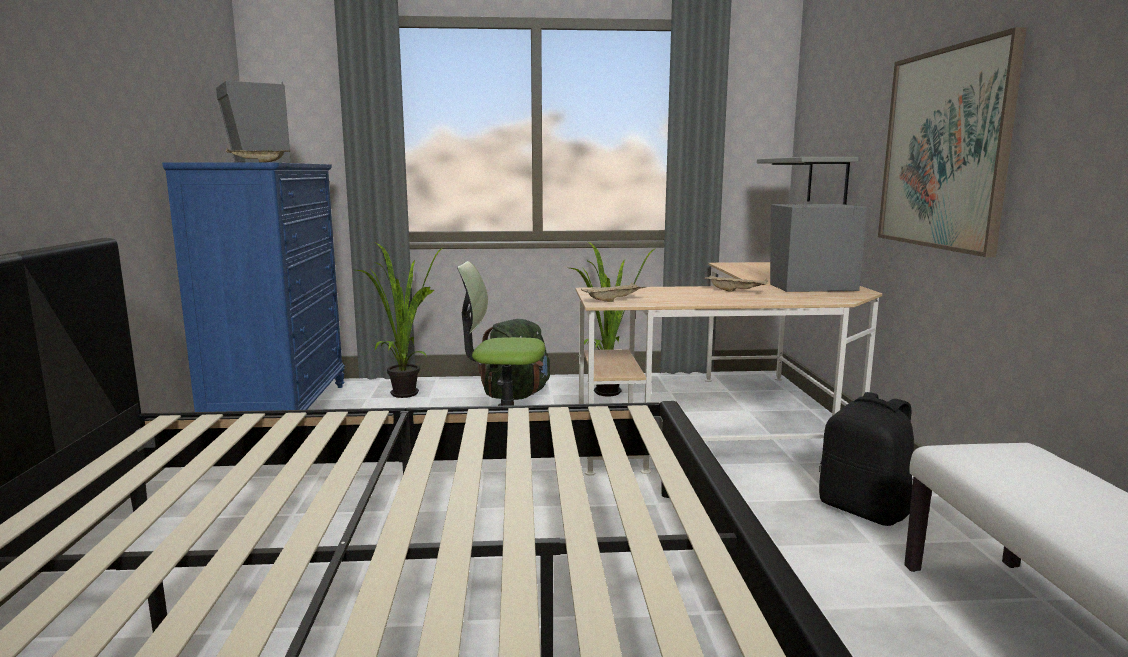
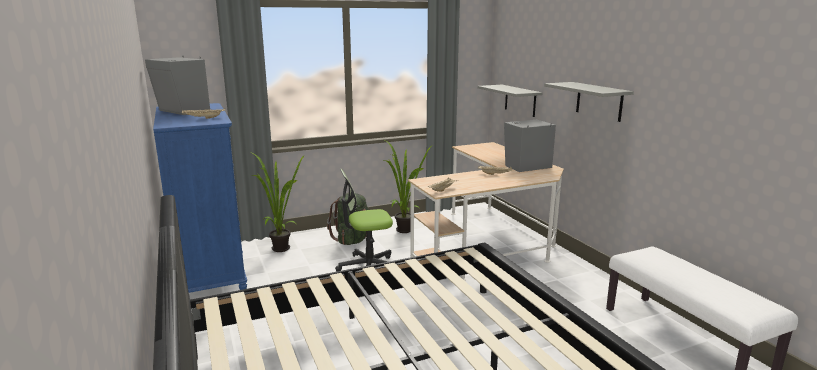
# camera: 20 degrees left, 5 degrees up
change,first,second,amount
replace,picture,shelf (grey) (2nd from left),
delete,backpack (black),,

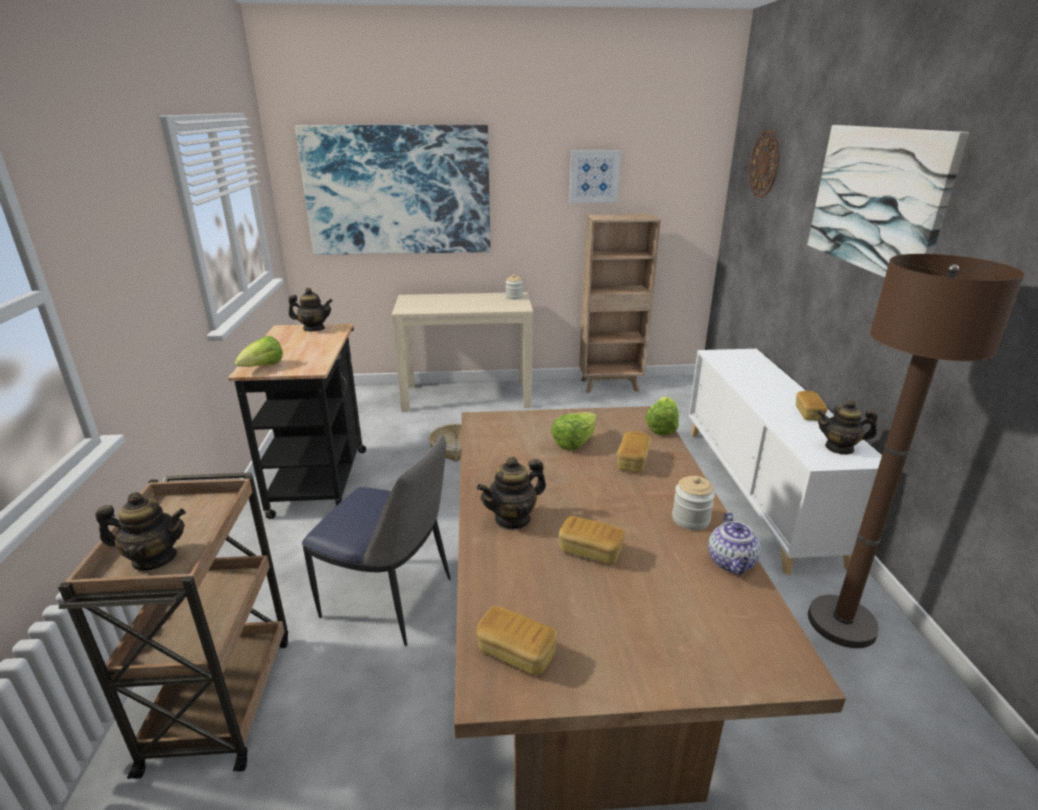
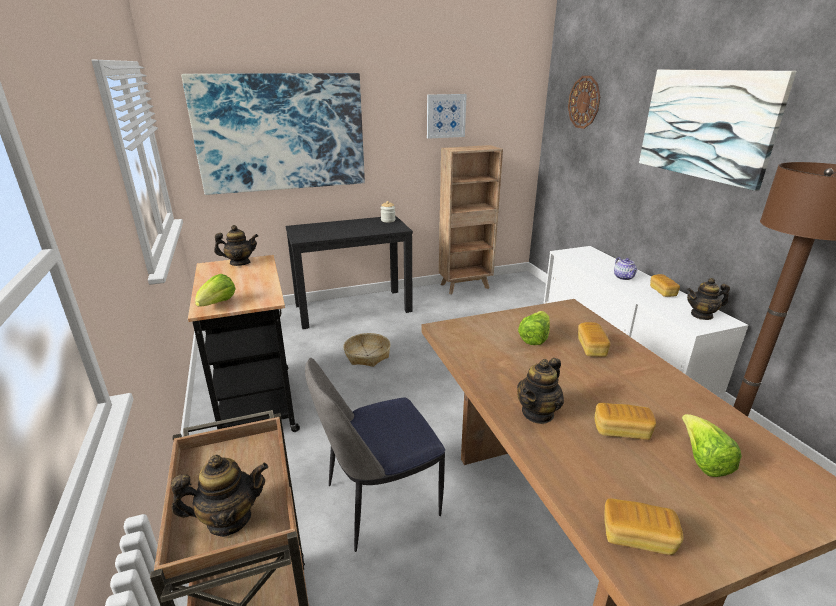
# camera: 15 degrees left, 0 degrees up
change,first,second,amount
recolor,console table (beige),console table (black),
rotate,chair,,150 degrees clockwise
move,teapot (4th from left),,
move,lettuce (3rd from left),,
delete,jar (2nd from left),,

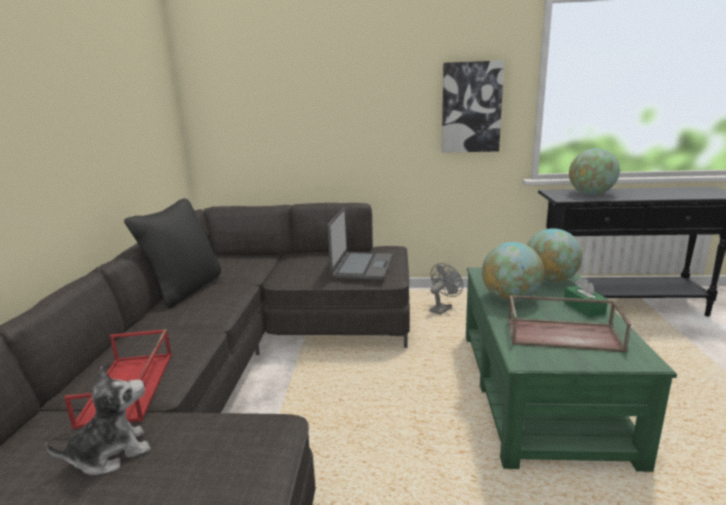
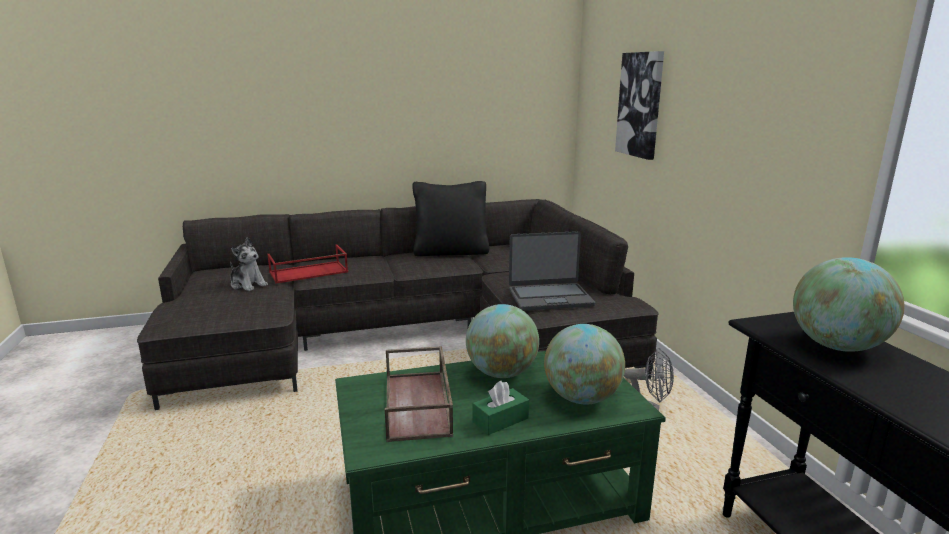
# camera: 70 degrees right, 0 degrees up
change,first,second,amount
move,picture,,

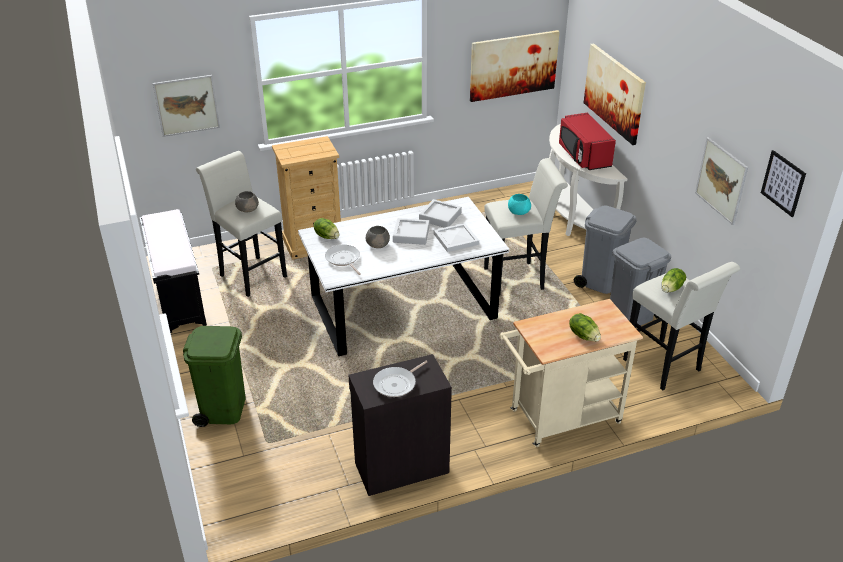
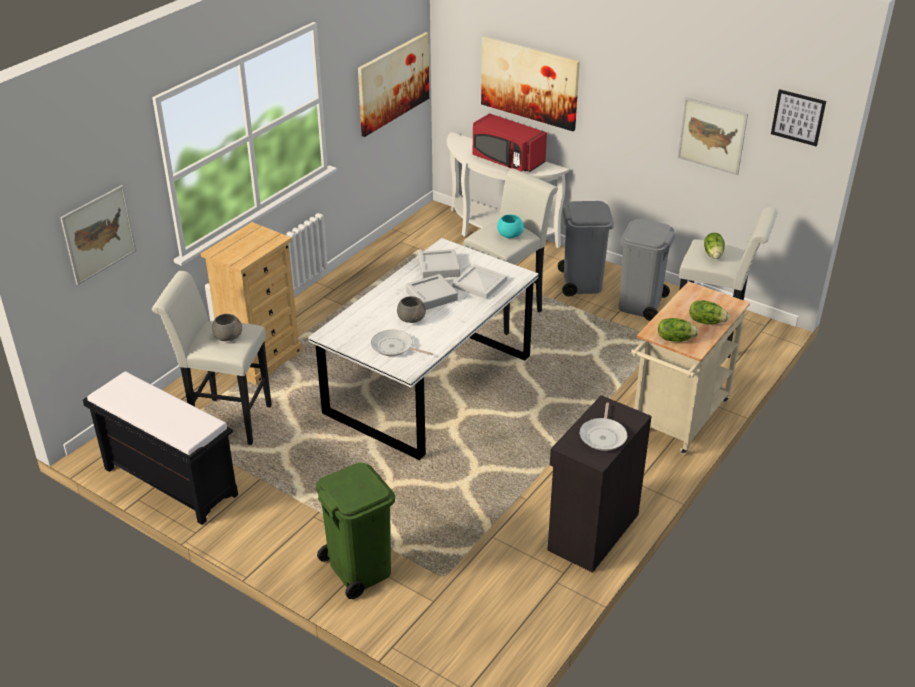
# camera: 35 degrees left, 0 degrees up
change,first,second,amount
move,lettuce (1st from left),,

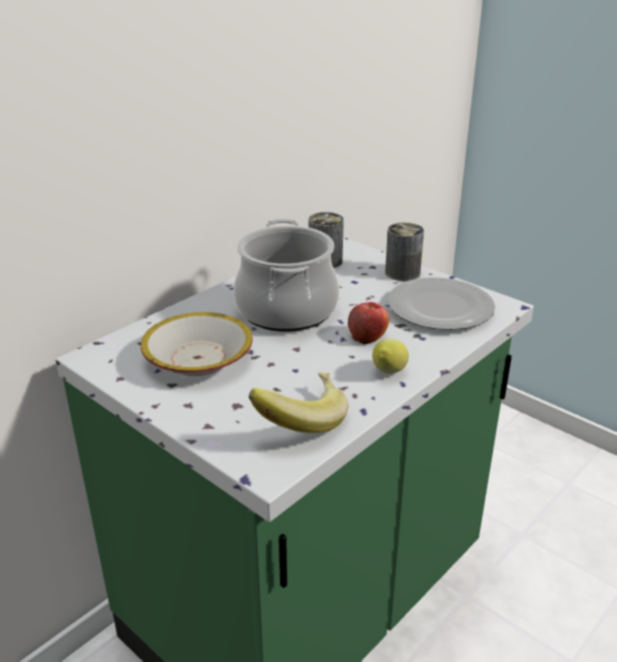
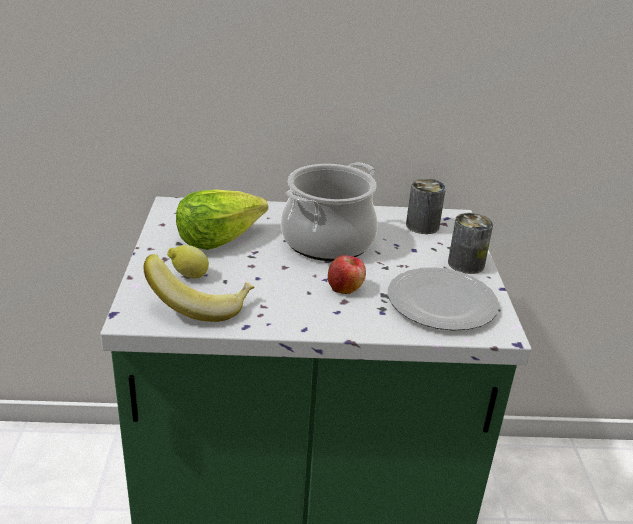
# camera: 45 degrees right, 0 degrees up
change,first,second,amount
move,lemon,,
replace,bowl,lettuce,

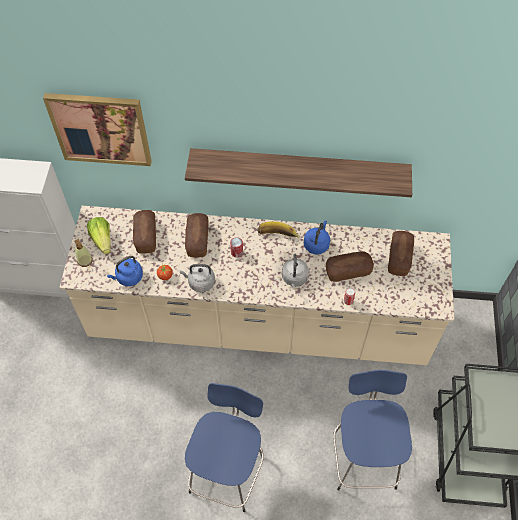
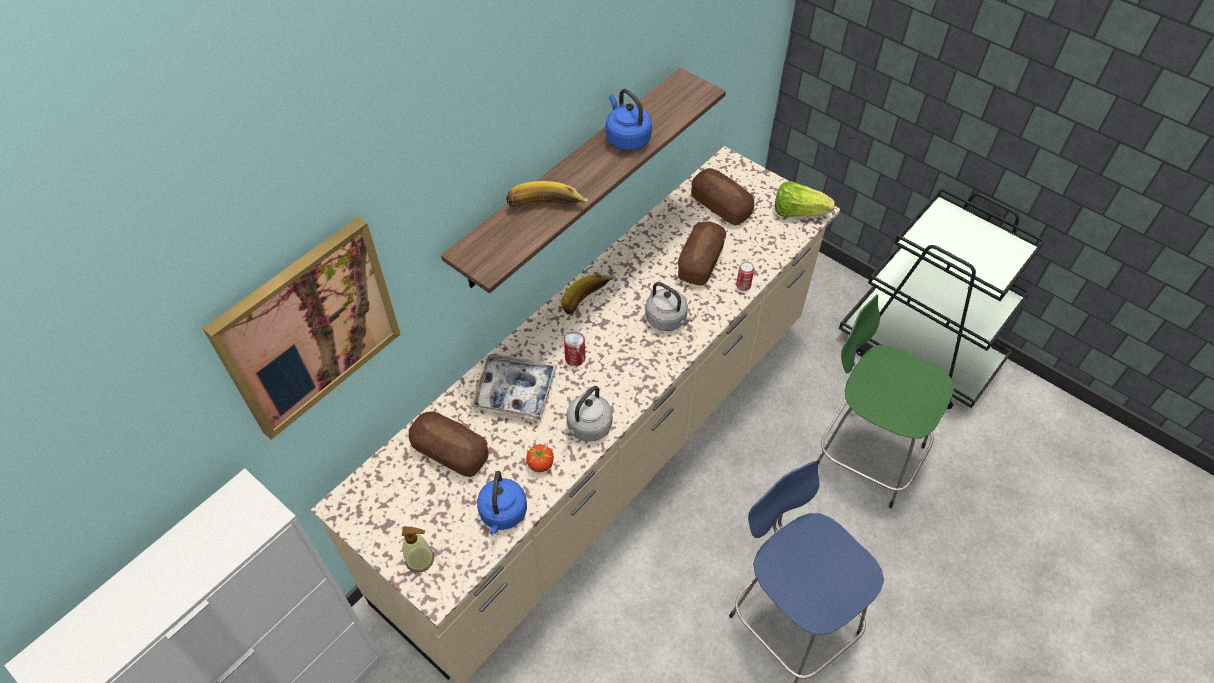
# camera: 55 degrees left, 5 degrees down
change,first,second,amount
replace,bread (2nd from left),tray,
insert,,banana (1st from left),
move,kettle (blue) (2nd from left),,
move,lettuce,,
recolor,stool (blue) (2nd from left),stool (green),

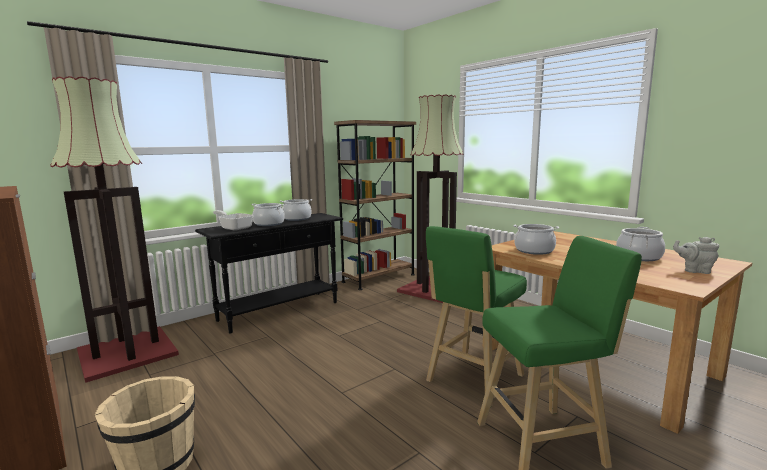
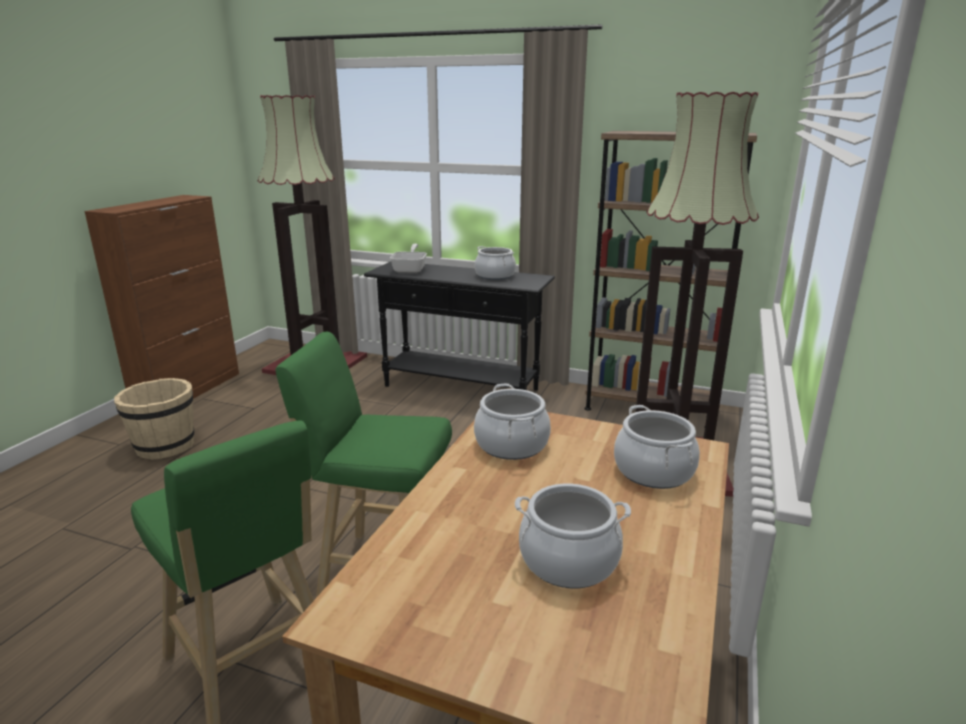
# camera: 60 degrees right, 10 degrees up
change,first,second,amount
move,cooking pot (1st from left in the first image),cooking pot (4th from left),
delete,teapot (grey),,

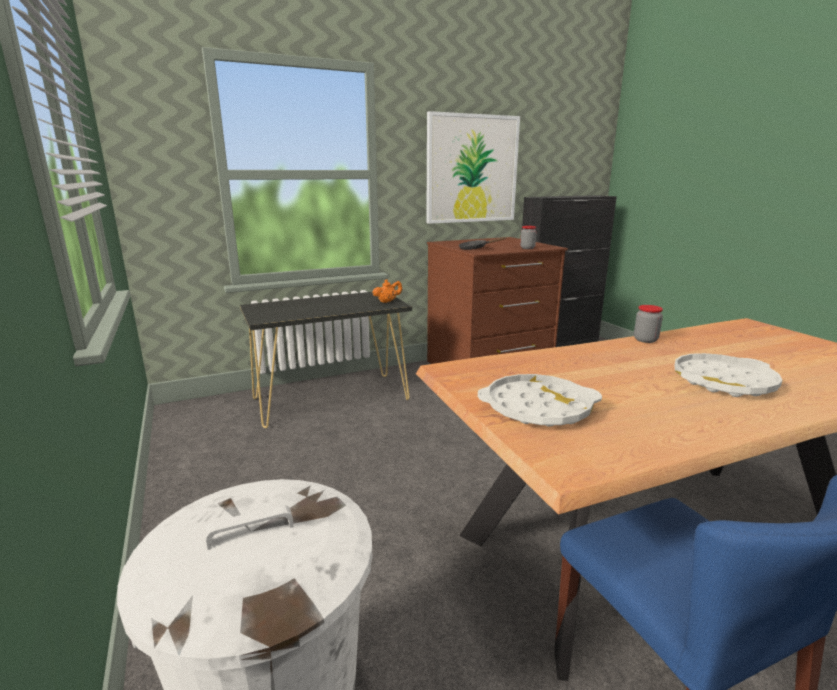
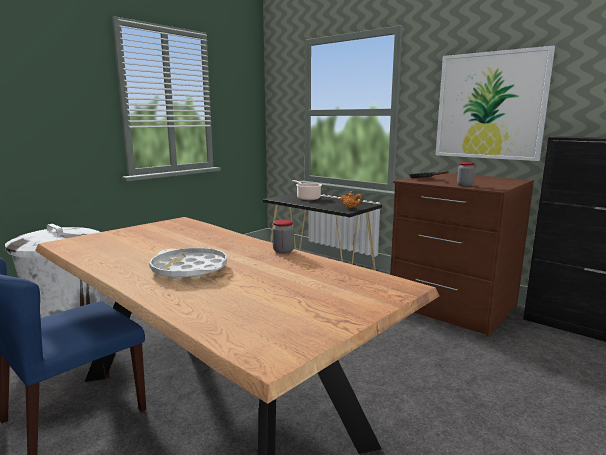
# camera: 65 degrees right, 5 degrees down
change,first,second,amount
insert,,cooking pot,
delete,tray (white) (1st from left),,

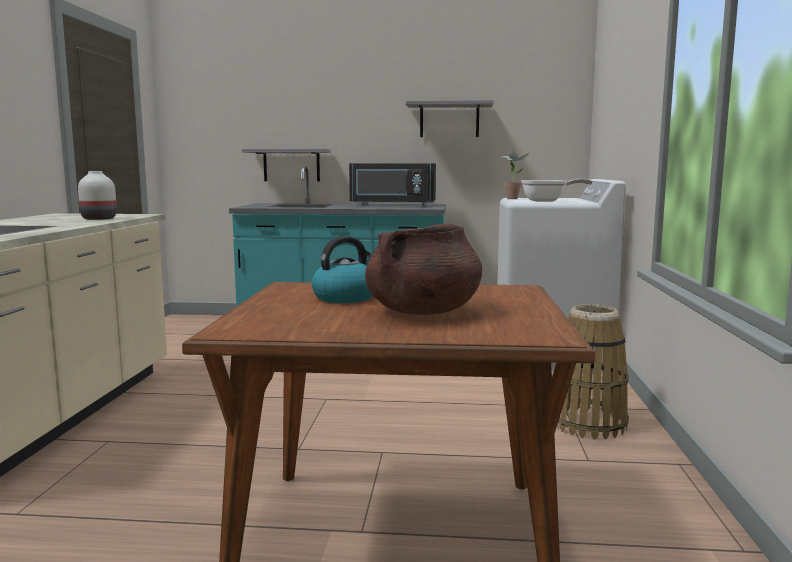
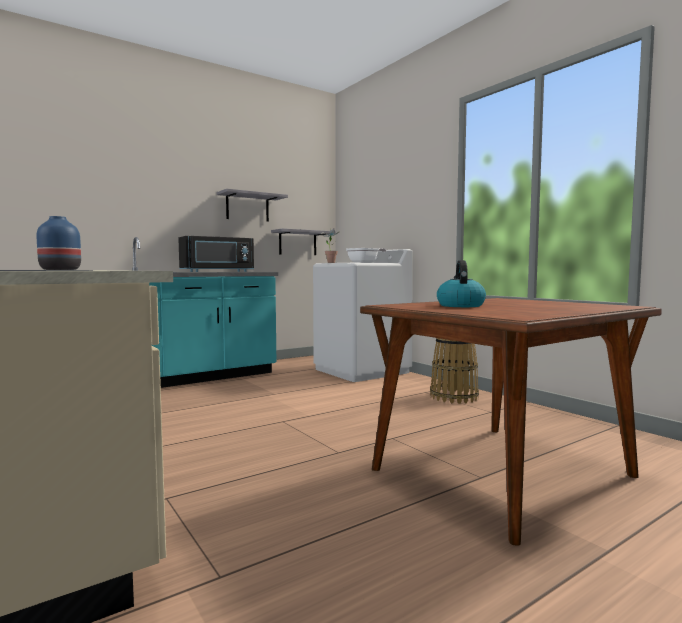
# camera: 40 degrees left, 5 degrees down
change,first,second,amount
recolor,vase (white),vase (blue),
move,shelf (grey) (1st from left in the first image),shelf (grey) (2nd from left),
delete,cooking pot (brown),,

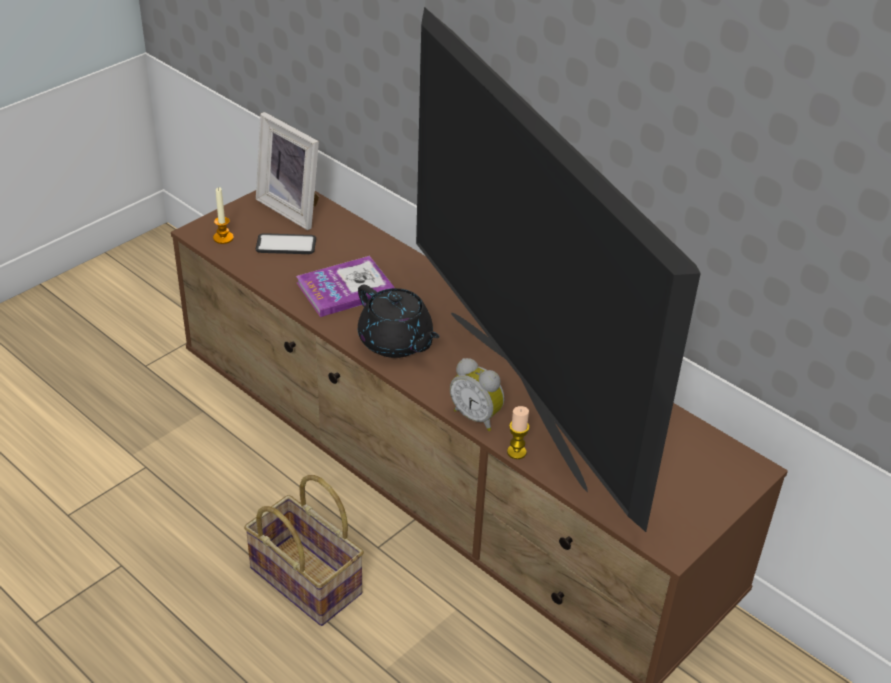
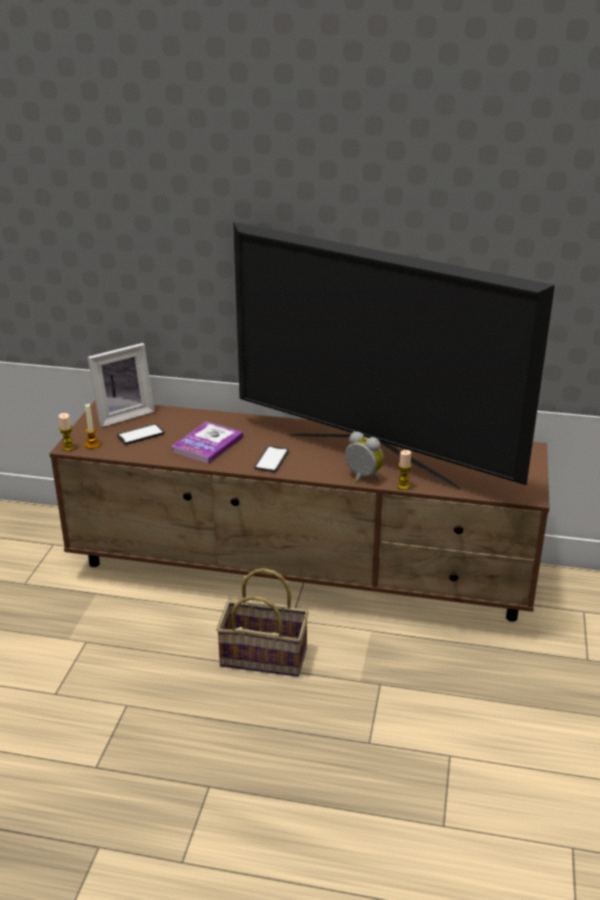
# camera: 30 degrees left, 10 degrees down
change,first,second,amount
insert,,candle (1st from left),
rotate,picture frame,,45 degrees counterclockwise
replace,teapot (black),phone (2nd from left),
rotate,alarm clock,,150 degrees counterclockwise

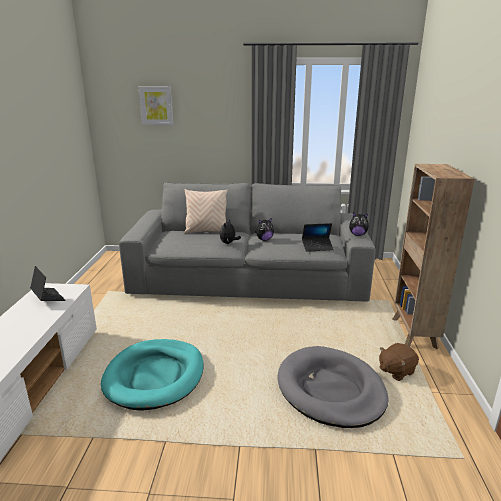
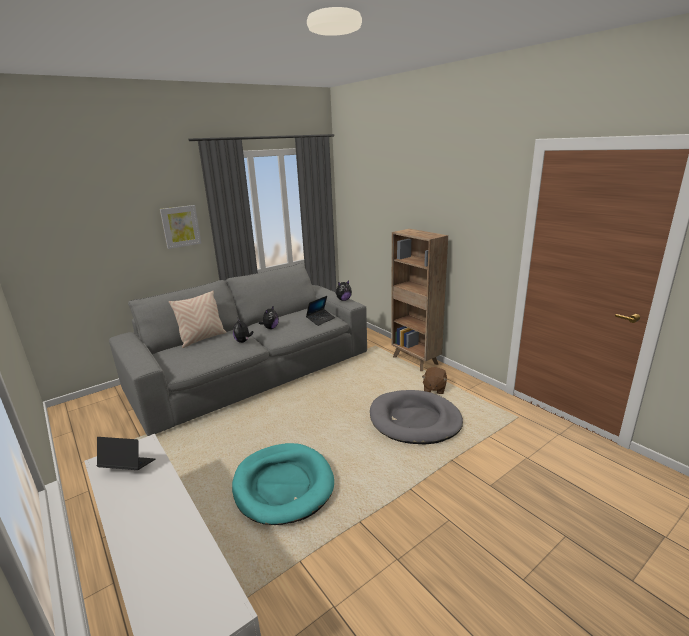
# camera: 40 degrees left, 0 degrees up
change,first,second,amount
move,picture,,

